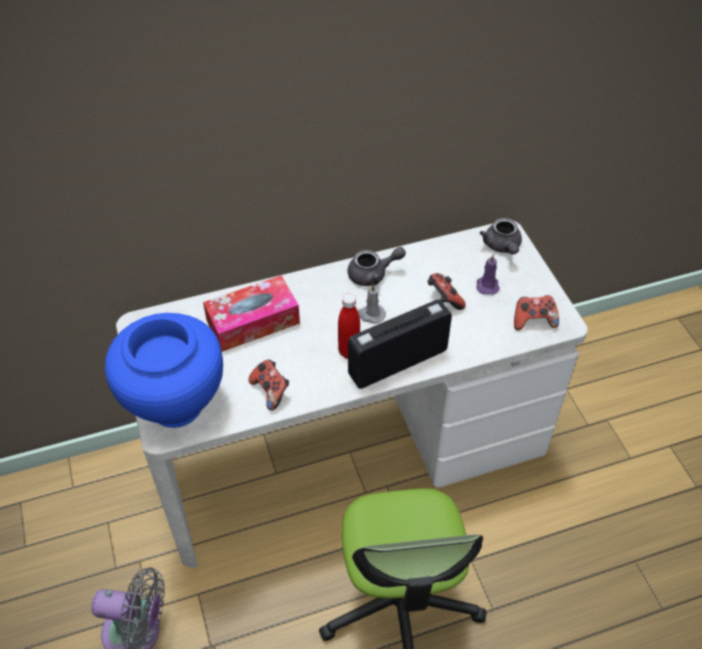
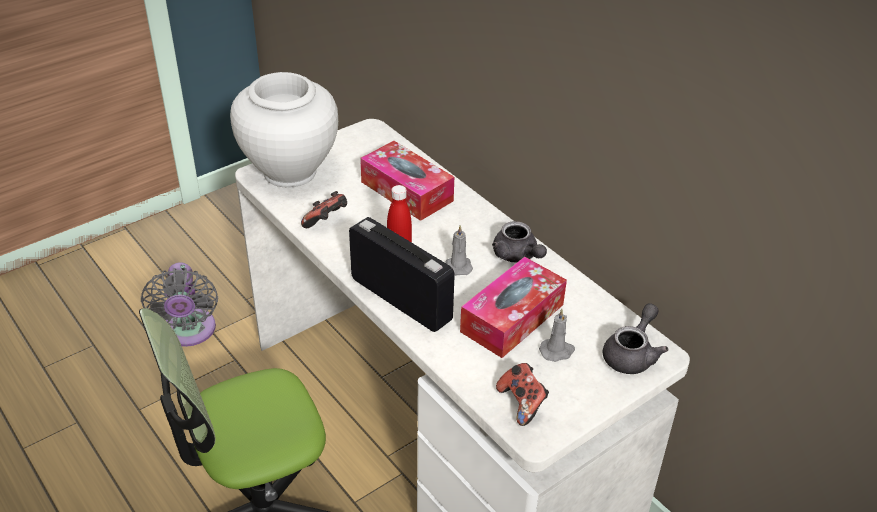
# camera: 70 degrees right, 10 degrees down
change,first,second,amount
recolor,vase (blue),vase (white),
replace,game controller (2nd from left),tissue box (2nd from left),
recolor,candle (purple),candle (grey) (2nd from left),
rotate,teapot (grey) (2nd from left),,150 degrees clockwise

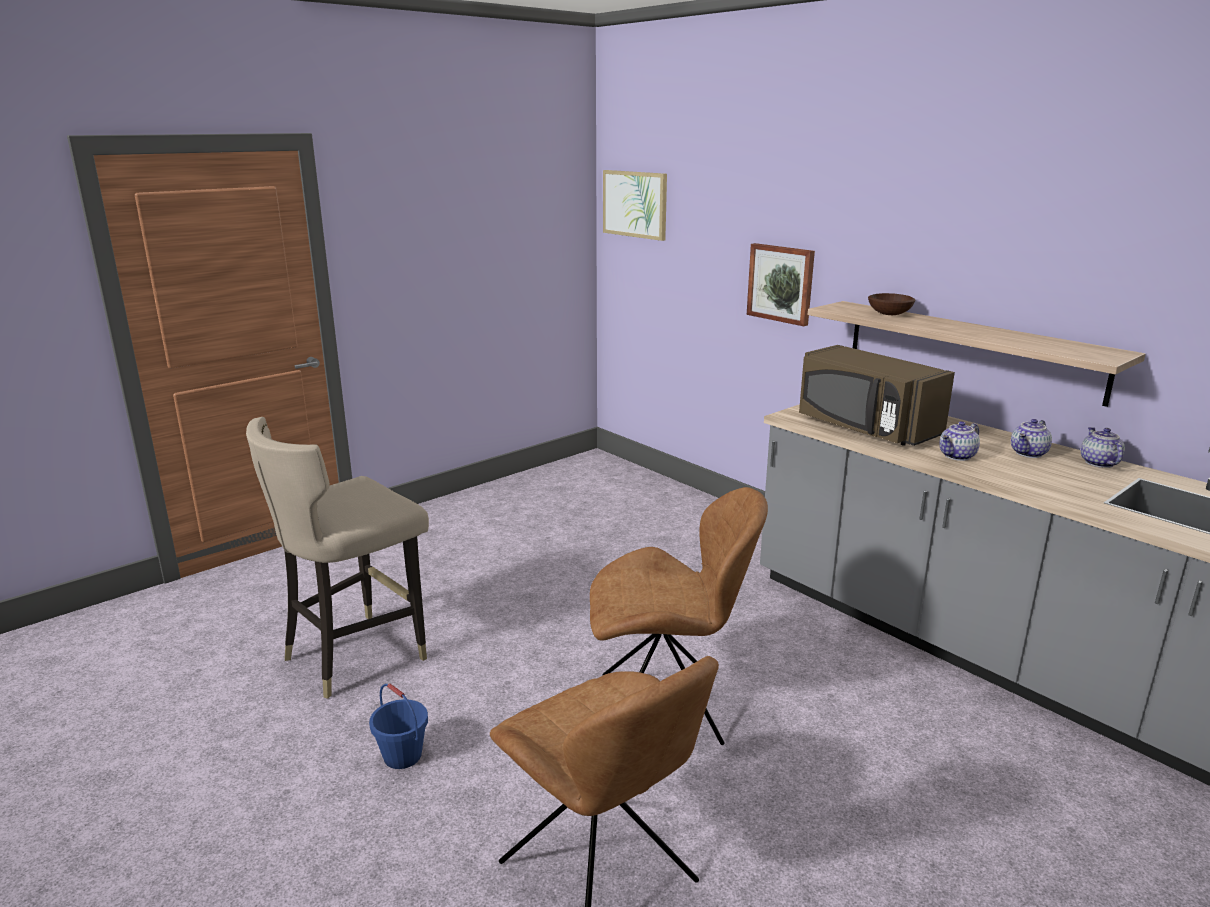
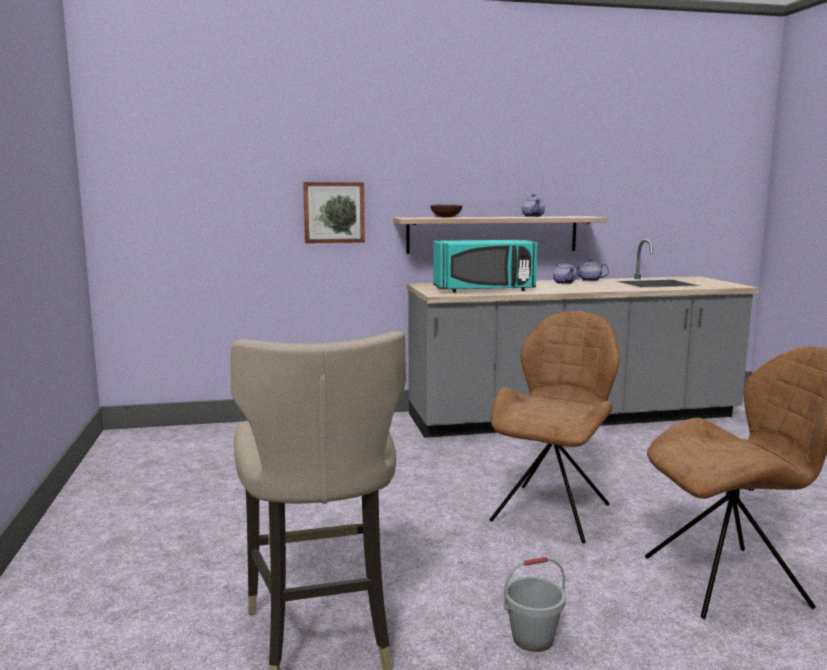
# camera: 60 degrees left, 10 degrees down
change,first,second,amount
recolor,microwave (brown),microwave (turquoise),
recolor,bucket (blue),bucket (grey),
move,teapot (1st from left),,
delete,picture (1st from left),,

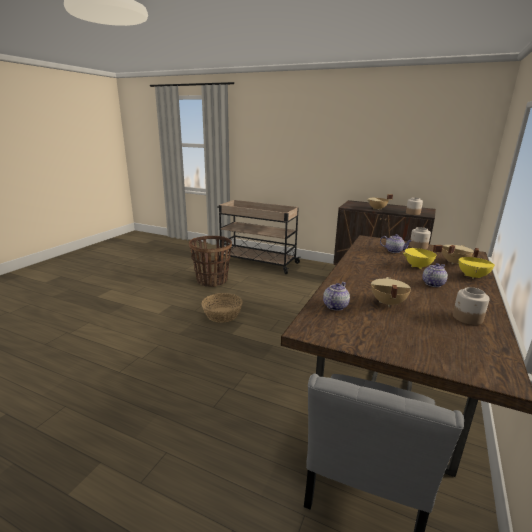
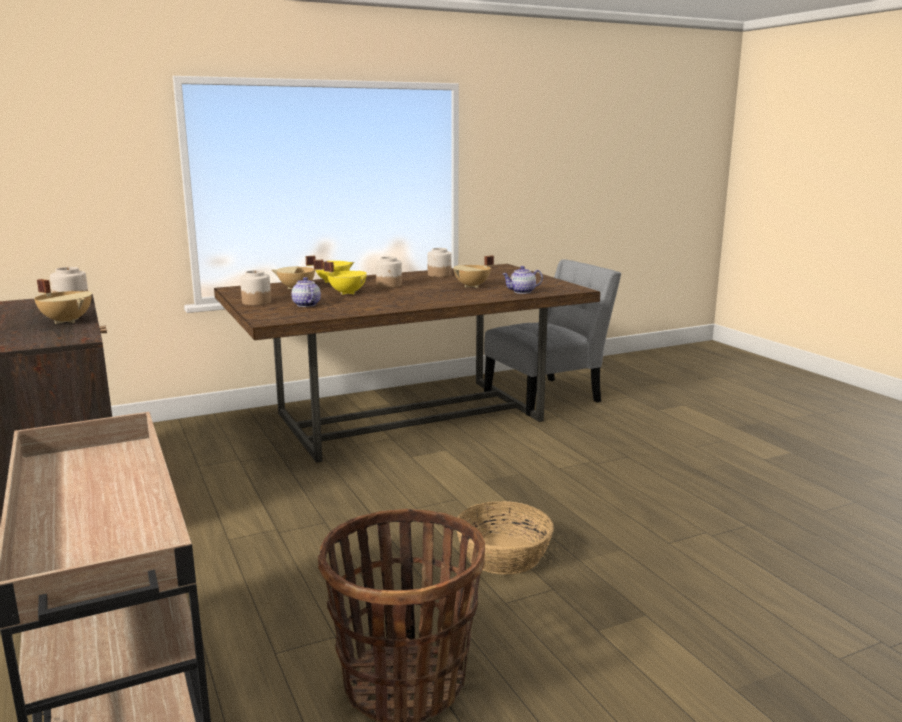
# camera: 140 degrees left, 5 degrees down
change,first,second,amount
replace,teapot (3rd from left),jar (3rd from left),

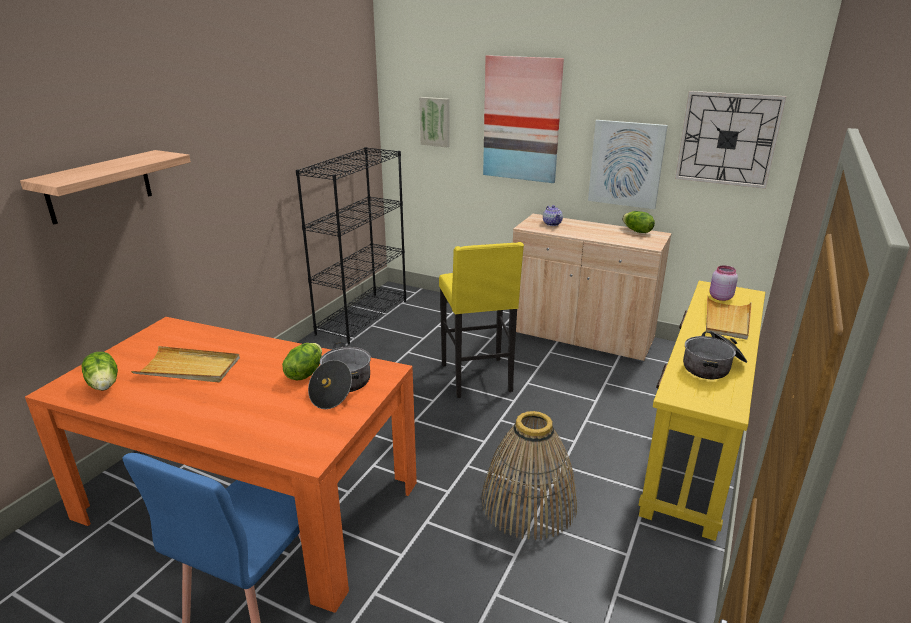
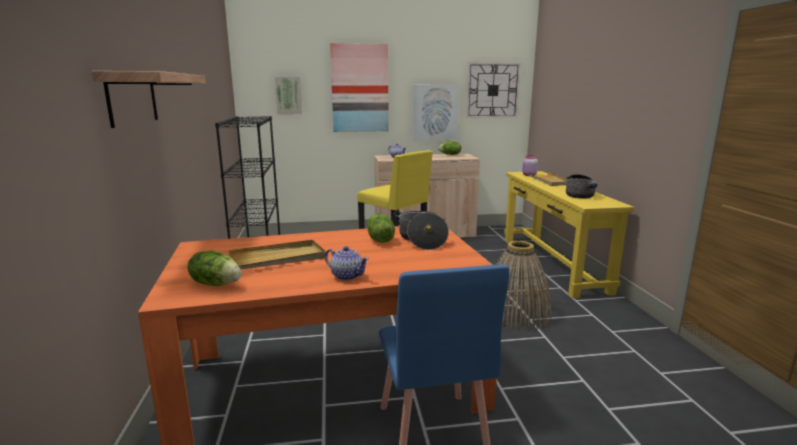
# camera: 35 degrees left, 10 degrees down
change,first,second,amount
insert,,teapot (1st from left),

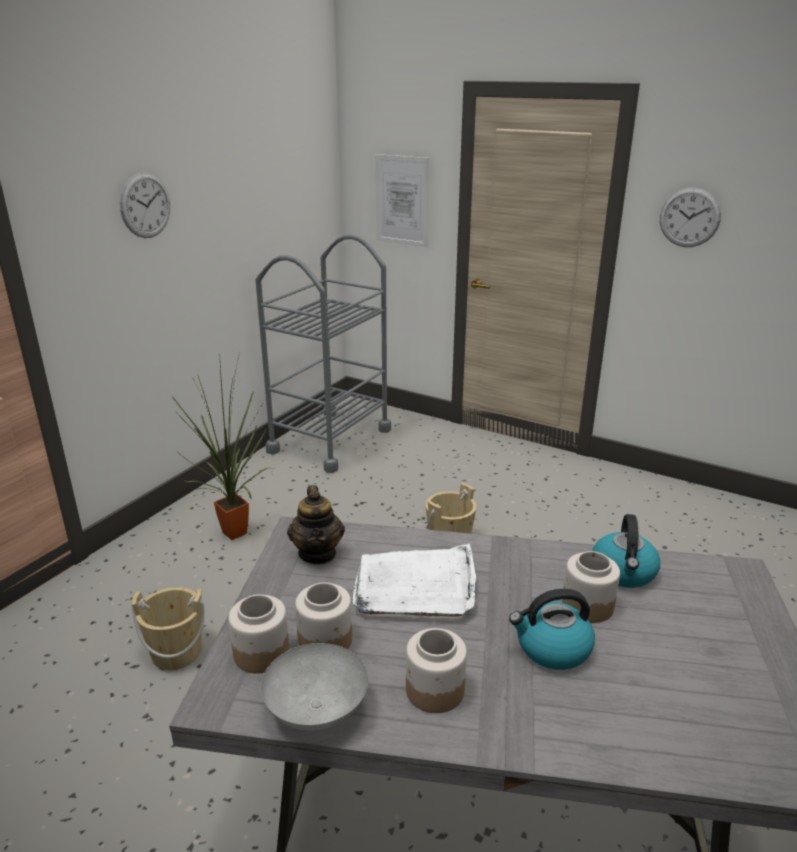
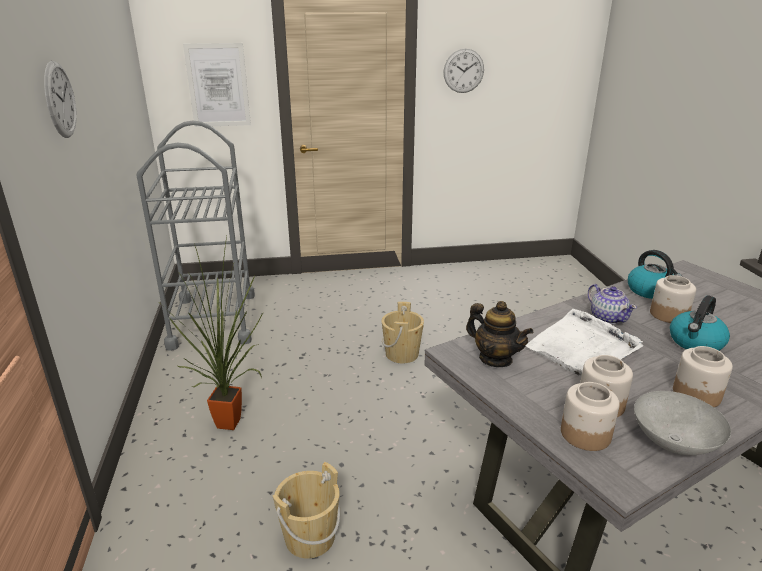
# camera: 40 degrees left, 0 degrees up
change,first,second,amount
insert,,teapot (2nd from left),

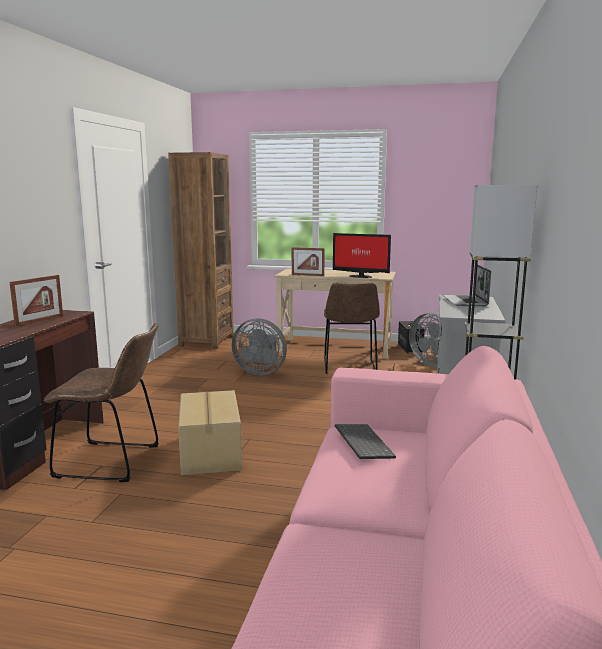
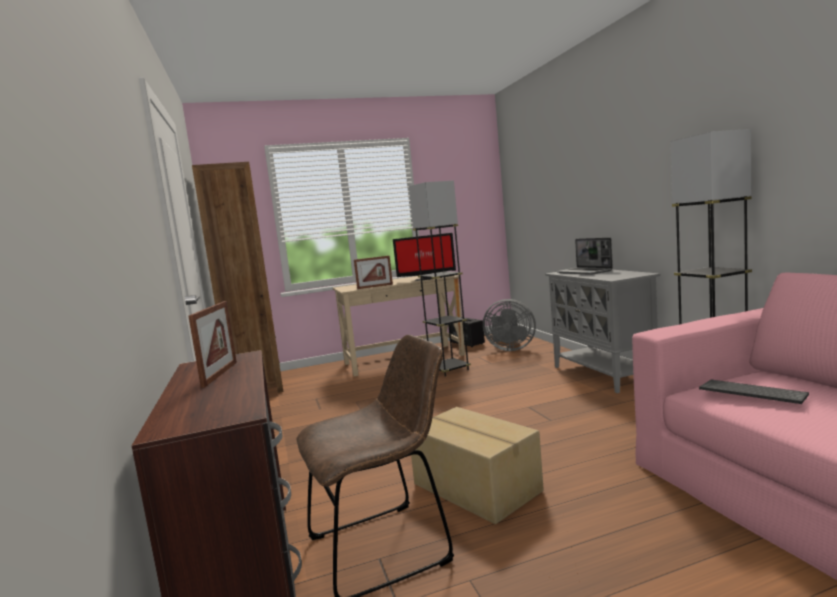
# camera: 30 degrees left, 5 degrees down
change,first,second,amount
replace,chair (brown) (2nd from left),floor lamp (grey) (1st from left),
delete,fan (grey) (1st from left),,

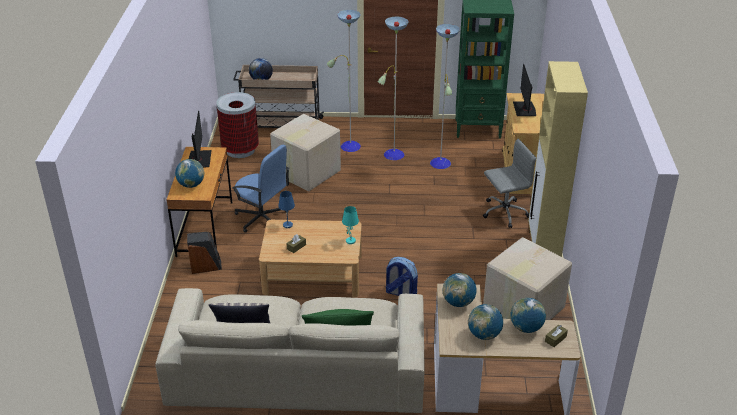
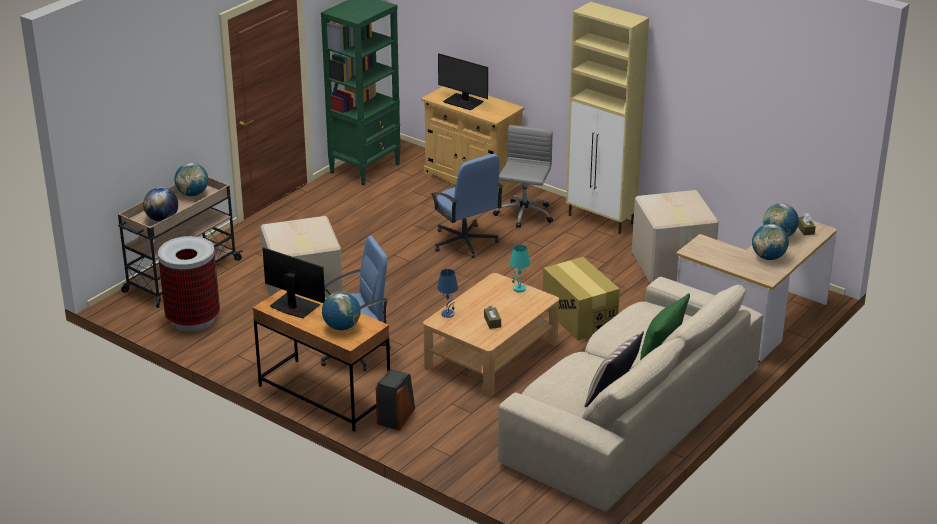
# camera: 55 degrees left, 5 degrees down
change,first,second,amount
move,globe (3rd from left in the first image),globe (2nd from left),
insert,,office chair (blue) (2nd from left),
replace,backpack,cardboard box (2nd from left),
delete,floor lamp,,

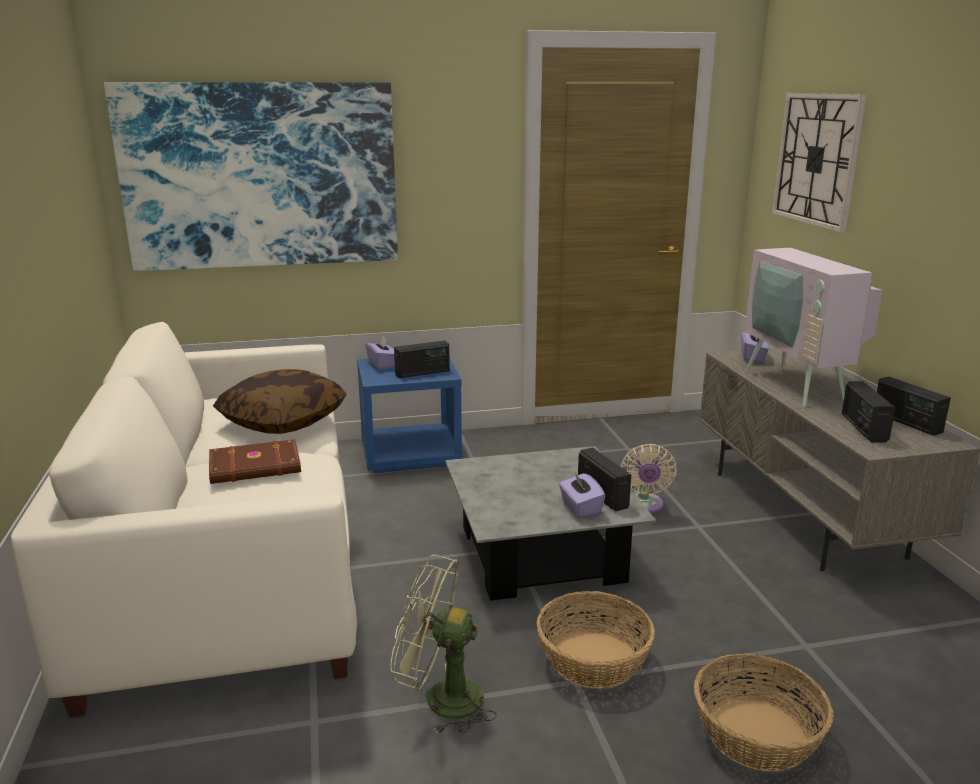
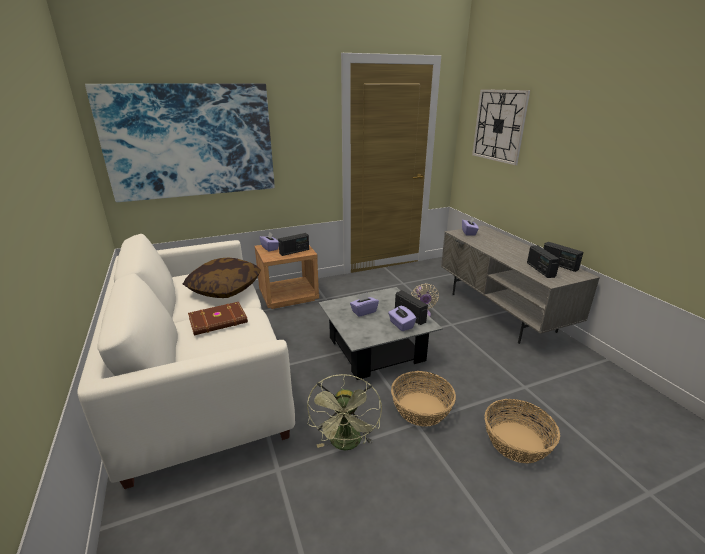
# camera: 10 degrees left, 5 degrees up
change,first,second,amount
recolor,nightstand (blue),nightstand (brown),
rotate,fan (green),,90 degrees counterclockwise
insert,,tissue box (purple) (2nd from left),
delete,television,,

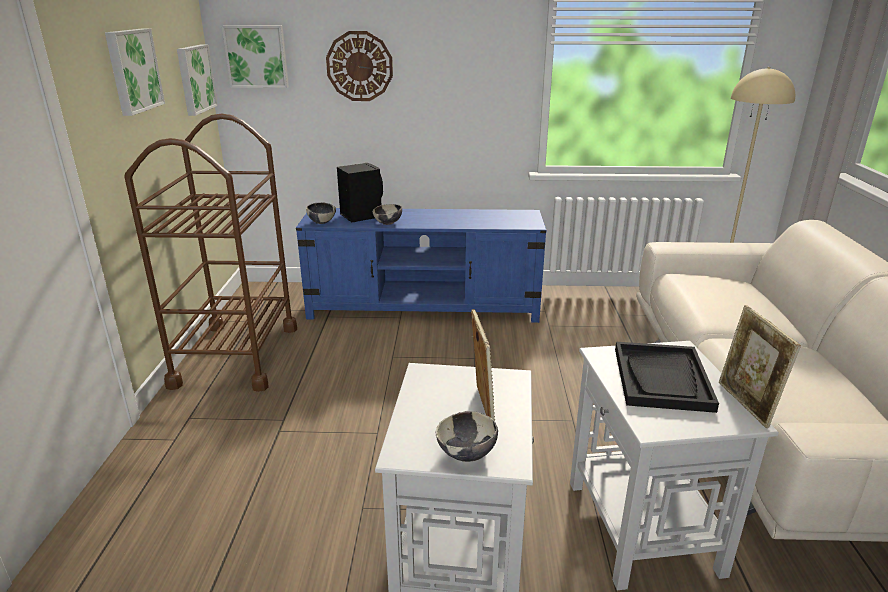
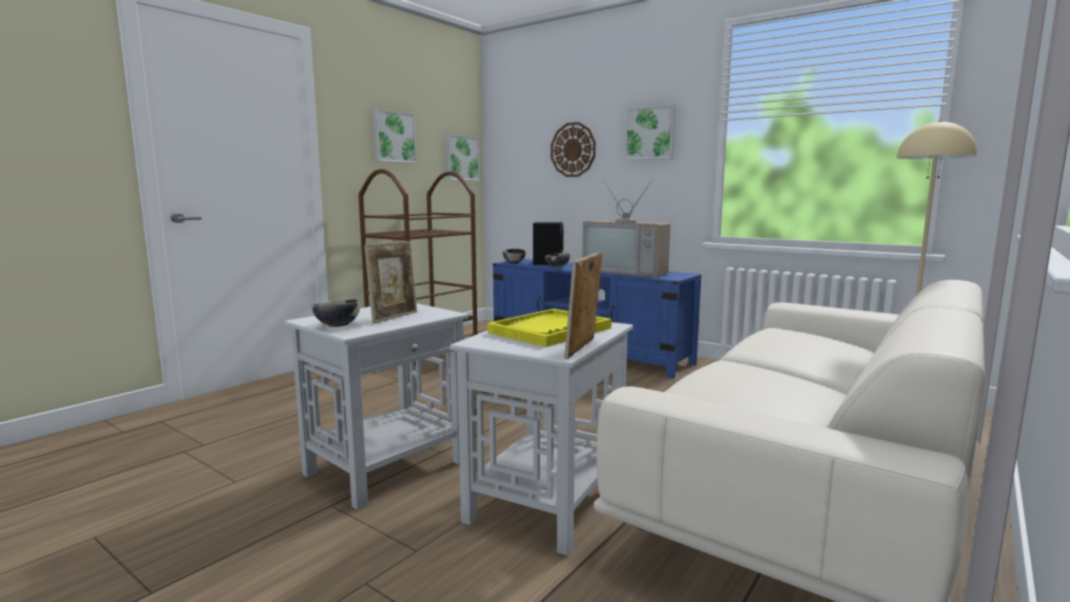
# camera: 35 degrees right, 15 degrees down
change,first,second,amount
recolor,tray (black),tray (yellow),
insert,,television,
move,picture (3rd from left),,

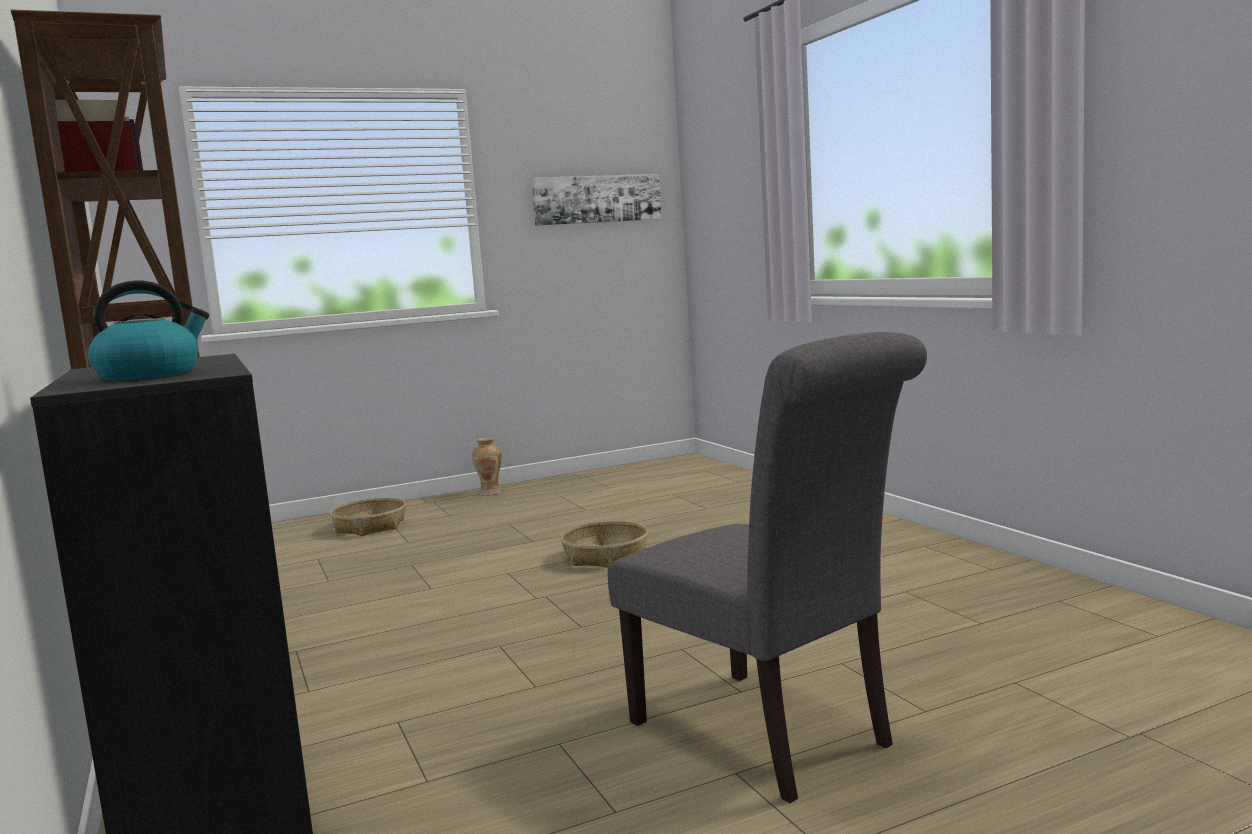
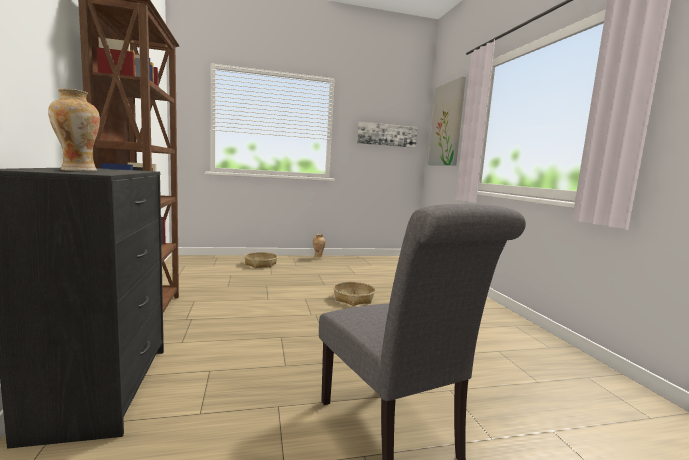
# camera: 10 degrees right, 0 degrees up
change,first,second,amount
replace,kettle,vase (1st from left),
insert,,picture (2nd from left),

